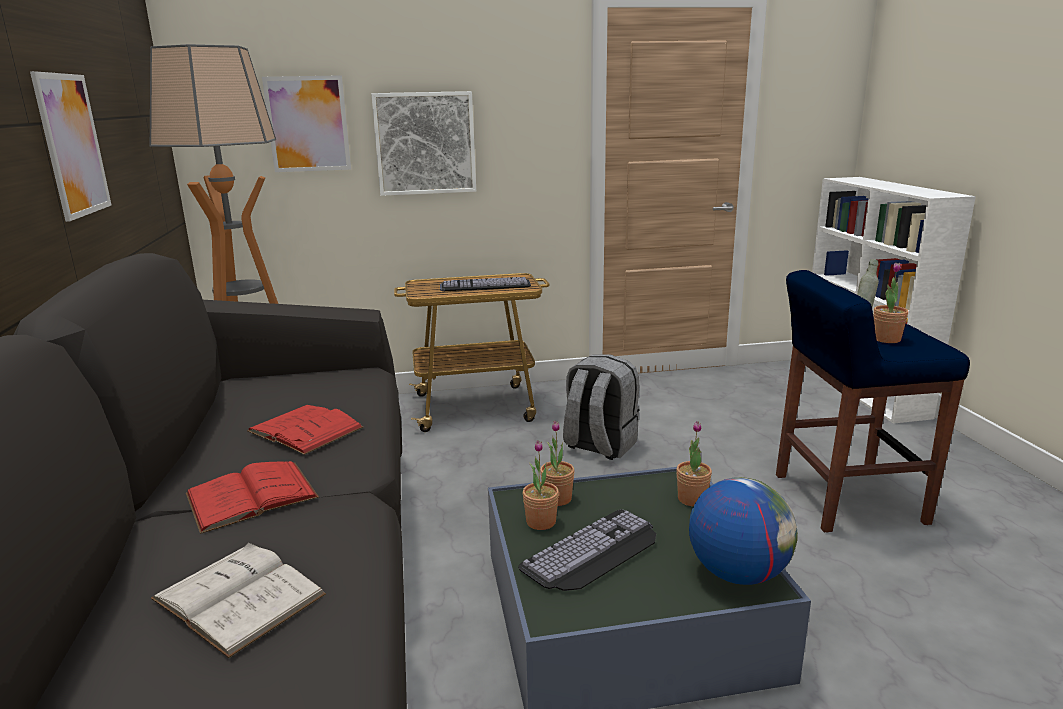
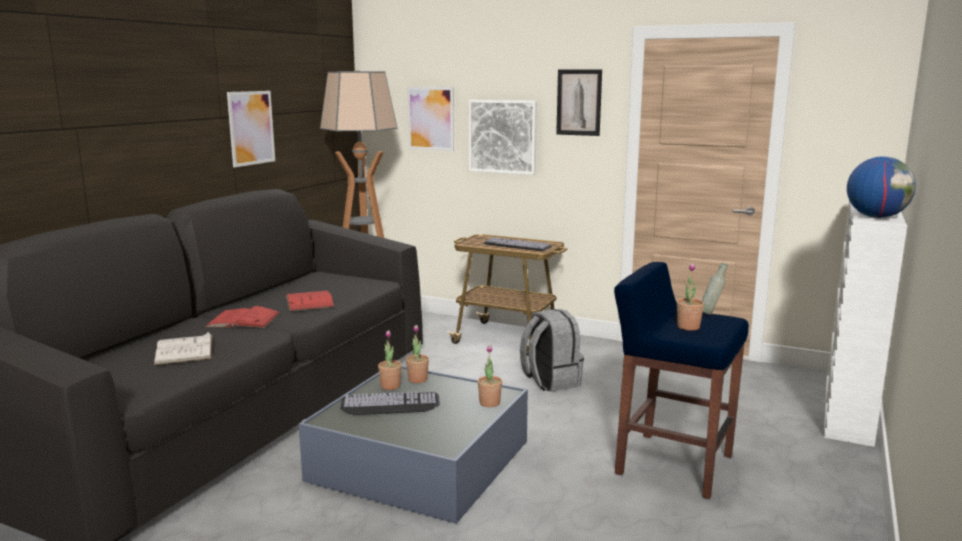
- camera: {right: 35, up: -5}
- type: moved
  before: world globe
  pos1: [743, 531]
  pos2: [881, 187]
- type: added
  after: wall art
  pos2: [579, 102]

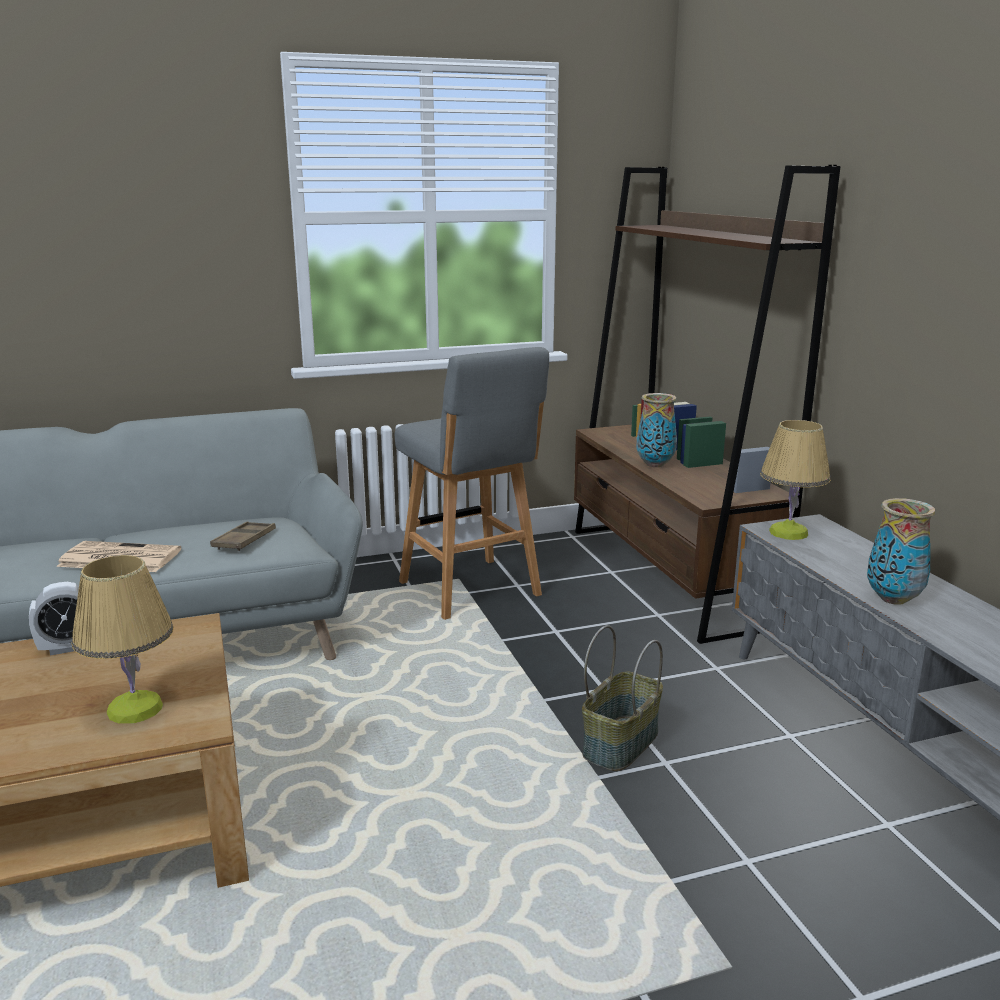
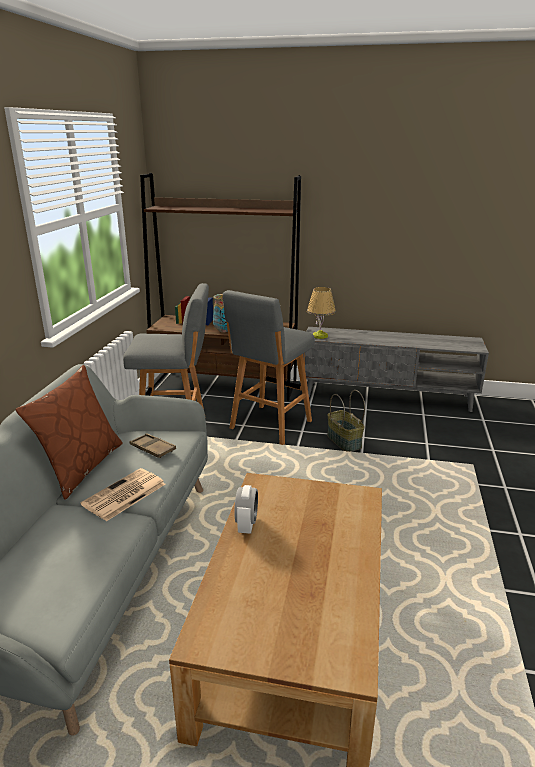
- camera: {right: -60, up: 5}
- type: removed
  before: table lamp
  pos1: [123, 639]
- type: removed
  before: decorative vase
  pos1: [901, 551]
- type: added
  after: brown-coloured pillow
  pos2: [69, 432]
- type: added
  after: grey stool
  pos2: [269, 367]

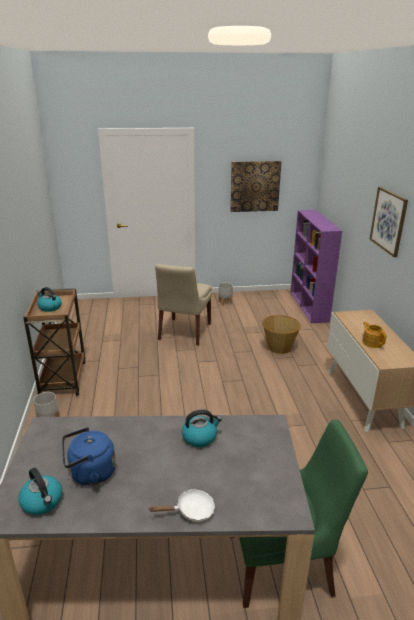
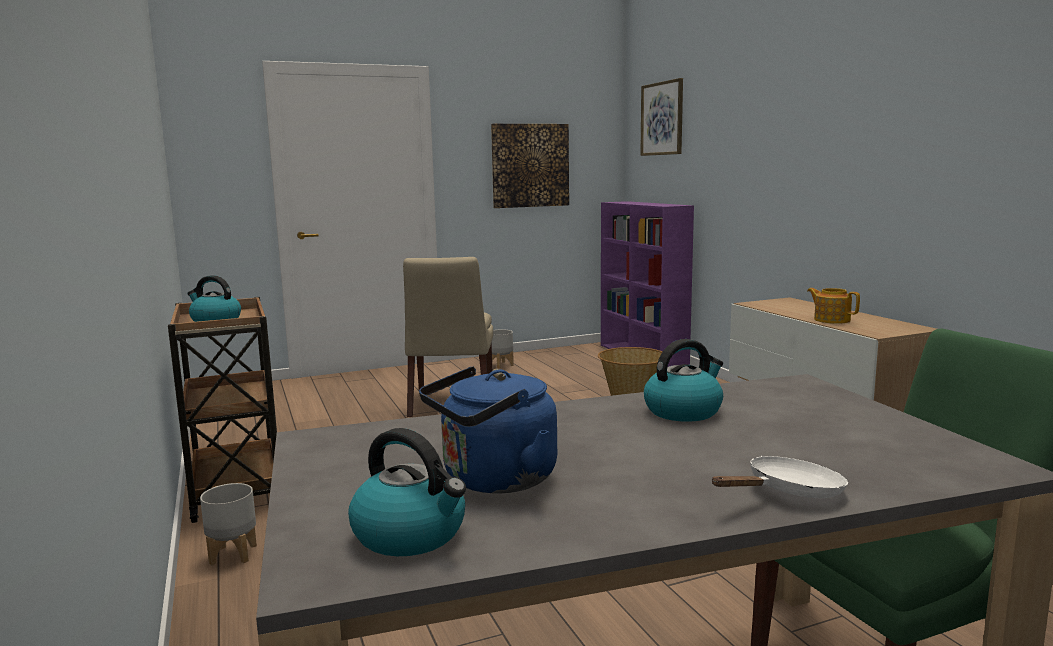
- camera: {right: -15, up: -15}
- type: moved
  before: wall art
  pos1: [389, 222]
  pos2: [661, 117]

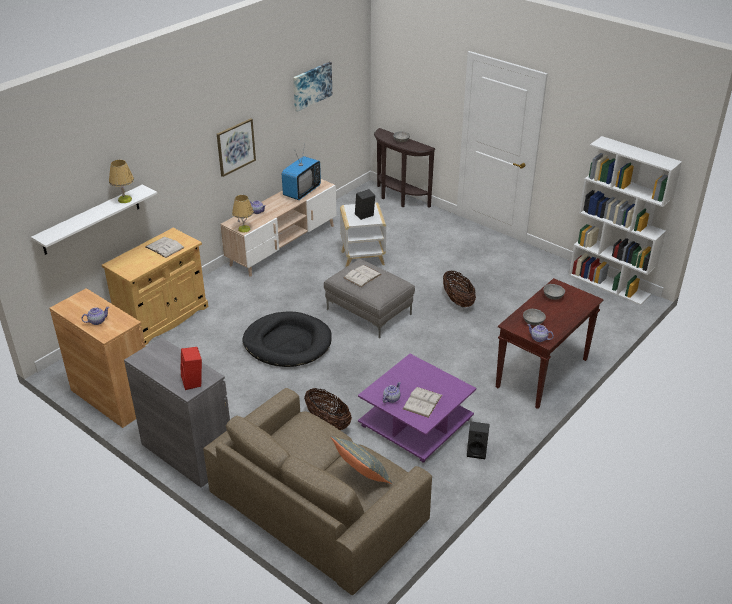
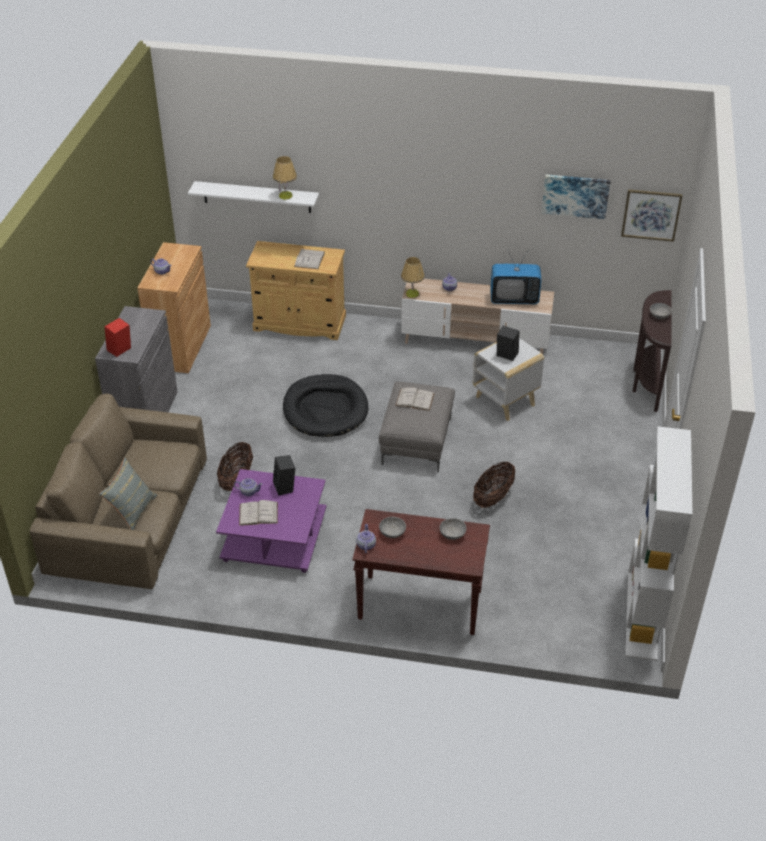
- camera: {right: 60, up: 5}
- type: moved
  before: wall art
  pos1: [236, 147]
  pos2: [652, 215]
- type: moved
  before: blackish loudspeaker
  pos1: [478, 440]
  pos2: [284, 475]

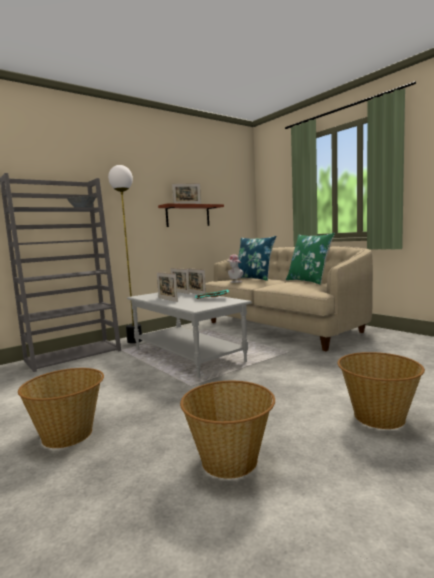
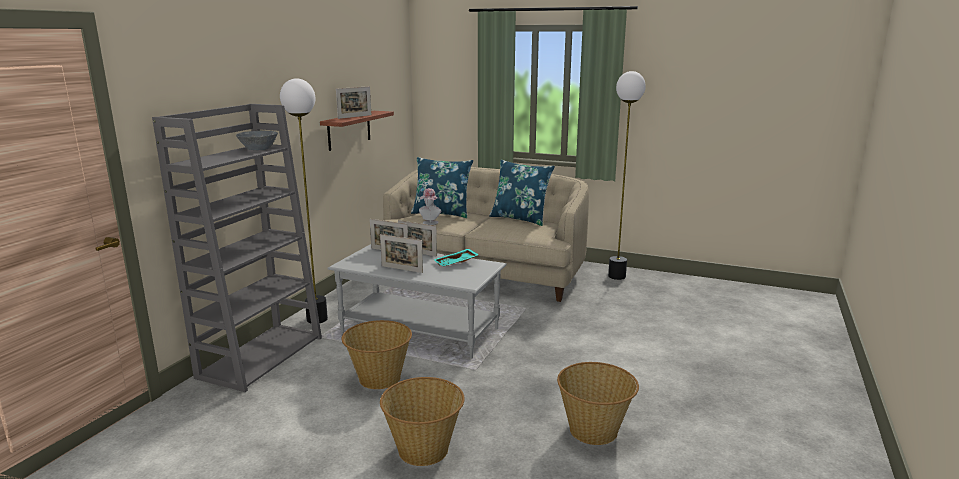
- camera: {right: -30, up: 10}
- type: recoloured
  before: green-coloured pillow
  after: blue pillow
  pos1: [310, 259]
  pos2: [522, 193]
- type: moved
  before: household basket
  pos1: [381, 390]
  pos2: [377, 354]
- type: added
  after: standing lamp
  pos2: [627, 175]

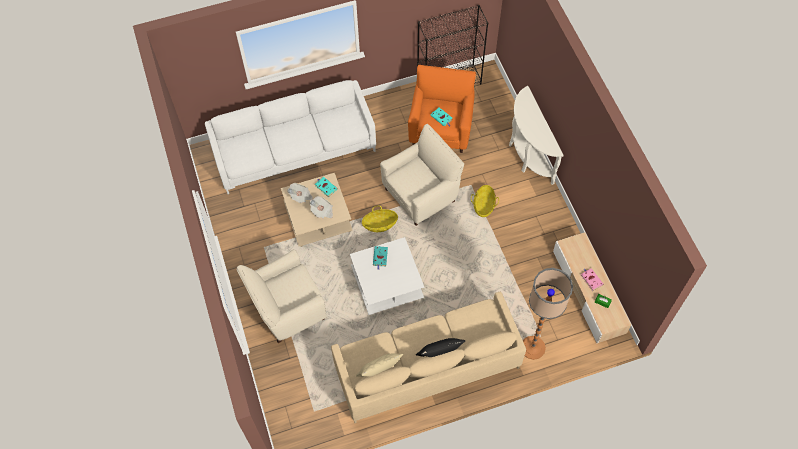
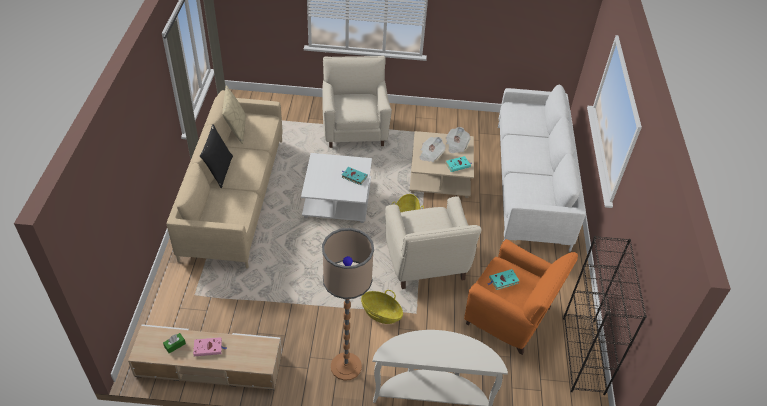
- camera: {right: 110, up: -15}
- type: moved
  before: standing lamp
  pos1: [548, 314]
  pos2: [348, 304]

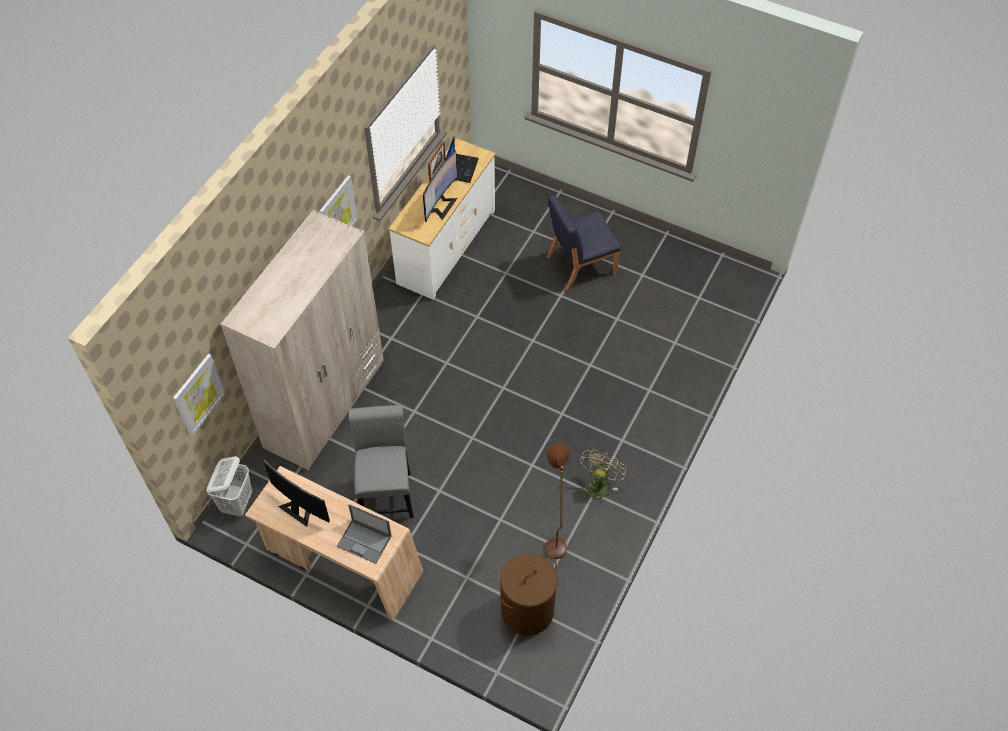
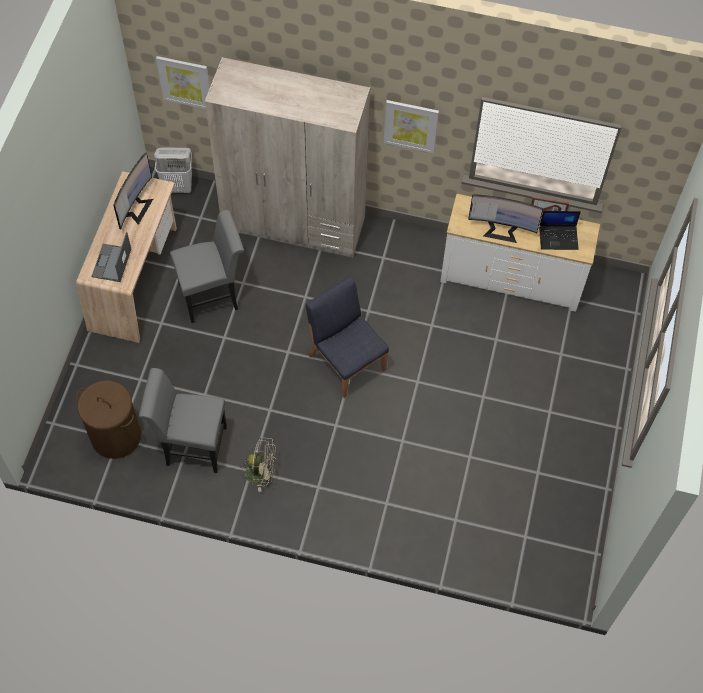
- camera: {right: 75, up: 5}
- type: replaced
  before: brown-coloured standing lamp
  after: grey upright chair
  pos1: [557, 501]
  pos2: [183, 420]
- type: moved
  before: blue upright chair
  pos1: [584, 243]
  pos2: [347, 337]

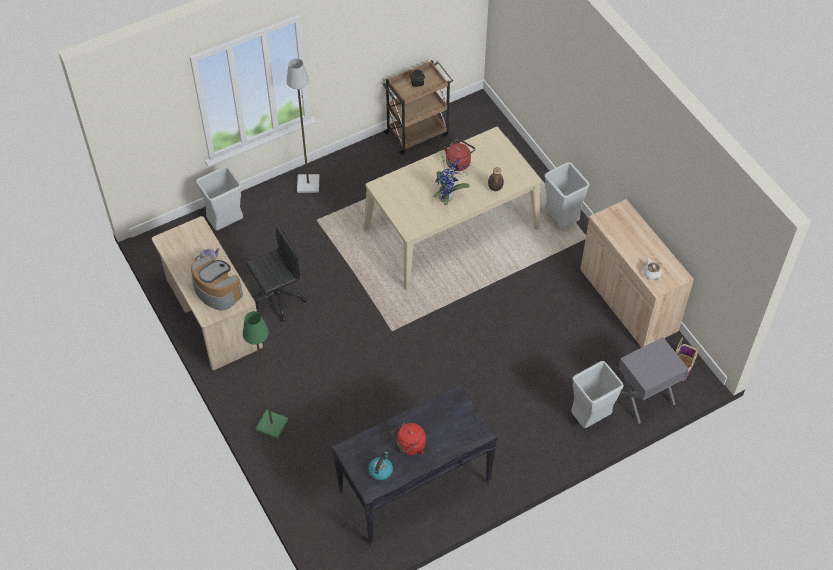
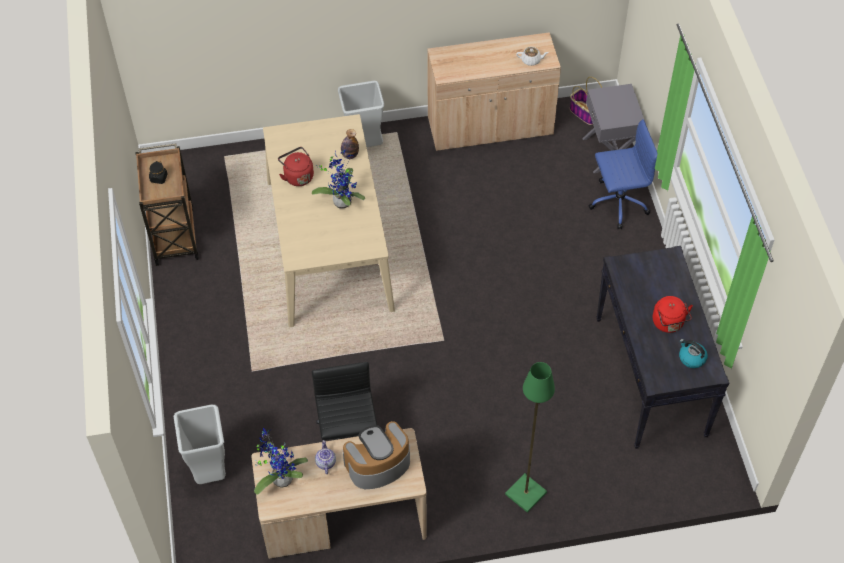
- camera: {right: -70, up: 0}
- type: removed
  before: grey standing lamp
  pos1: [303, 125]
- type: replaced
  before: grey waste bin
  after: blue office chair
  pos1: [597, 394]
  pos2: [623, 174]
- type: added
  after: houseplant
  pos2: [281, 461]

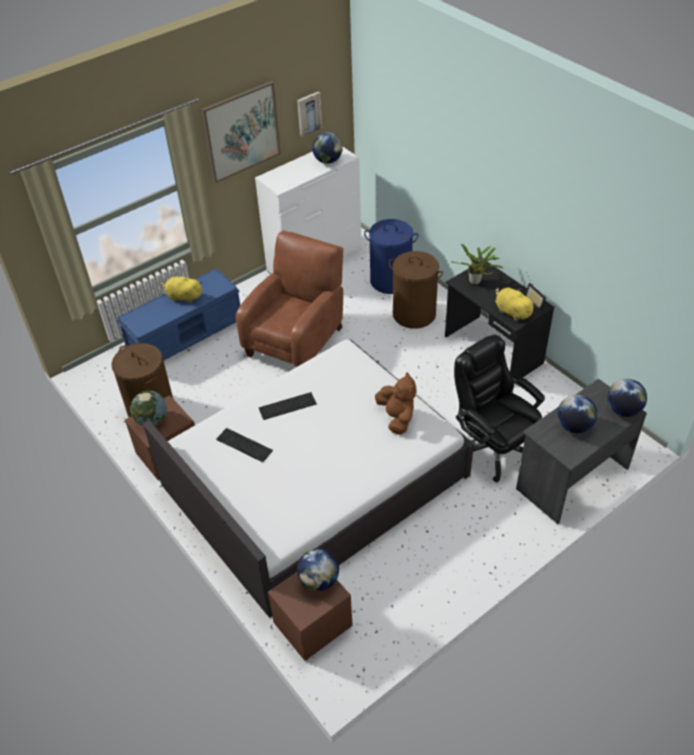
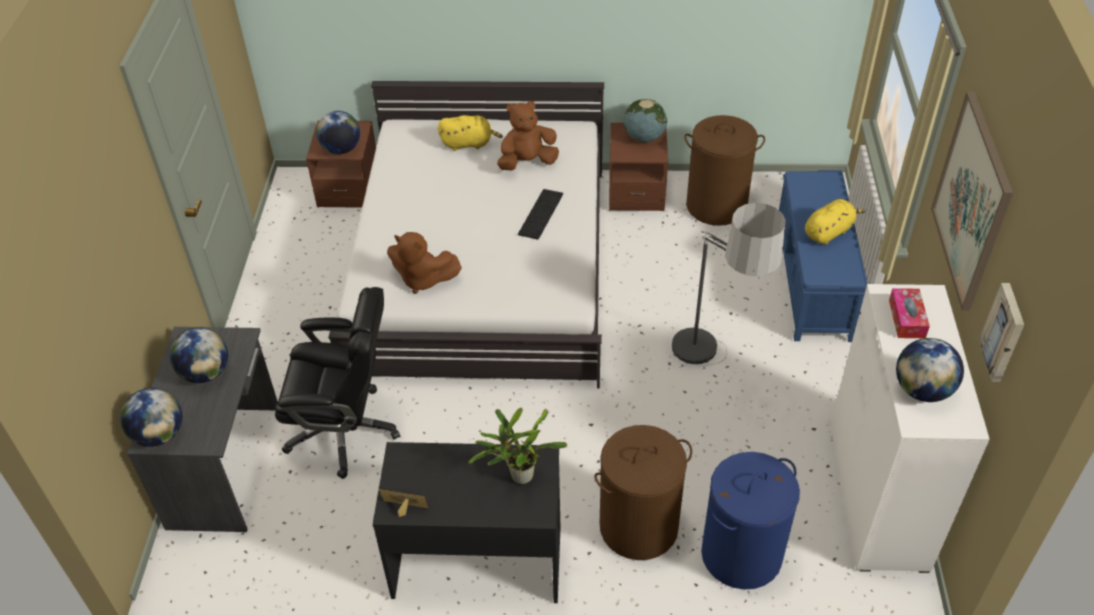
- camera: {right: 130, up: 0}
- type: replaced
  before: computer keyboard
  after: brown-coloured soft toy
  pos1: [244, 445]
  pos2: [528, 135]
- type: replaced
  before: brown-coloured armchair
  after: standing lamp
  pos1: [289, 299]
  pos2: [729, 284]
- type: moved
  before: yellow-coloured soft toy
  pos1: [515, 304]
  pos2: [470, 133]
- type: added
  after: box of tissues
  pos2: [909, 313]

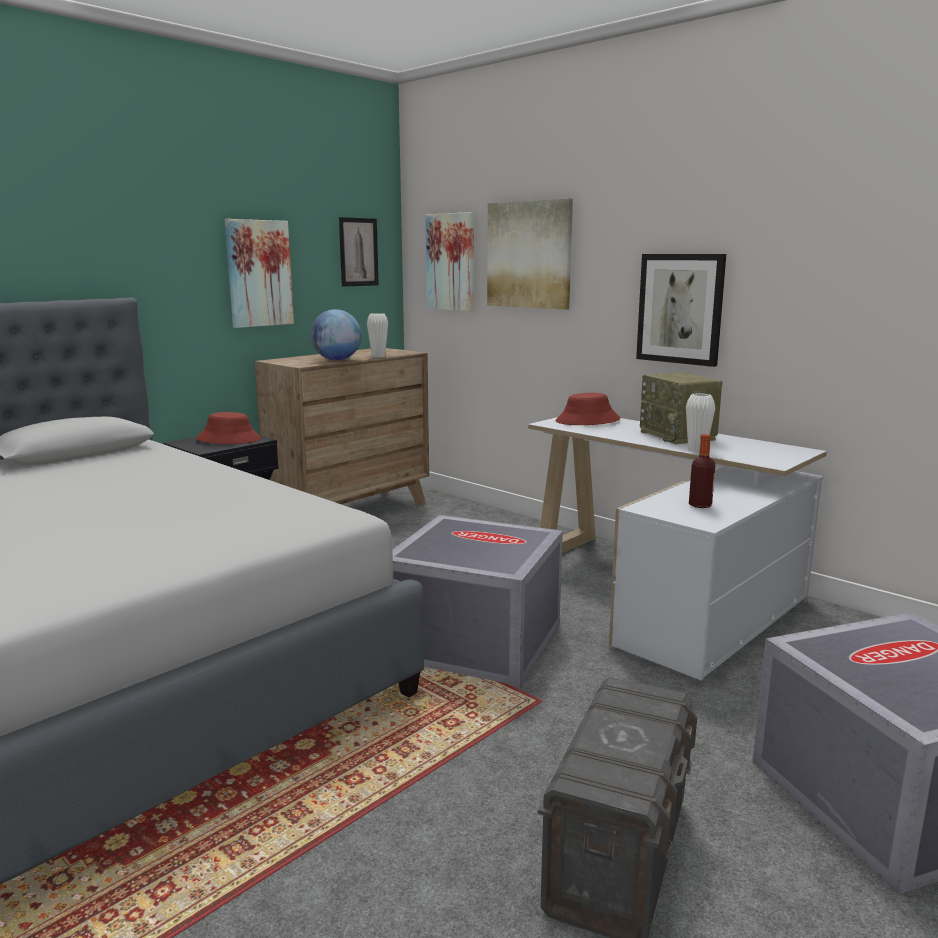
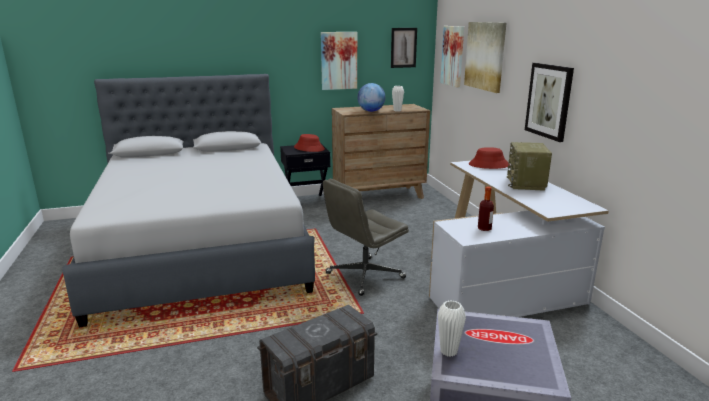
- camera: {right: 30, up: 5}
- type: replaced
  before: grey storage bin
  after: grey office chair
  pos1: [477, 601]
  pos2: [366, 237]
- type: moved
  before: white-coloured decorative vase
  pos1: [700, 423]
  pos2: [452, 329]

